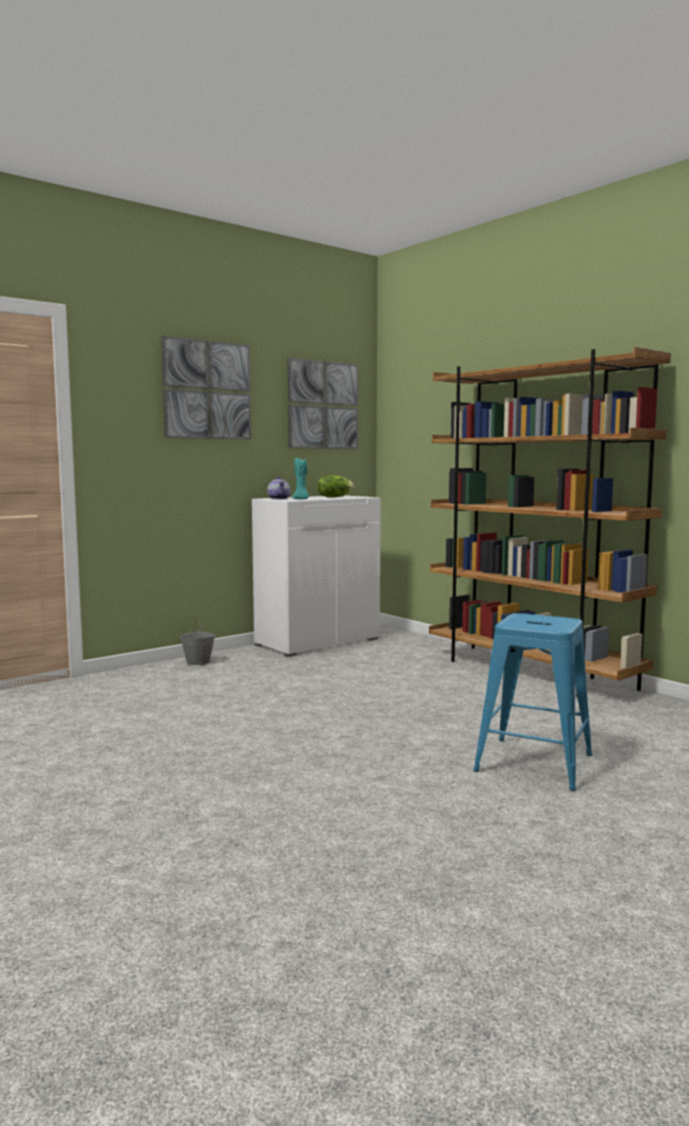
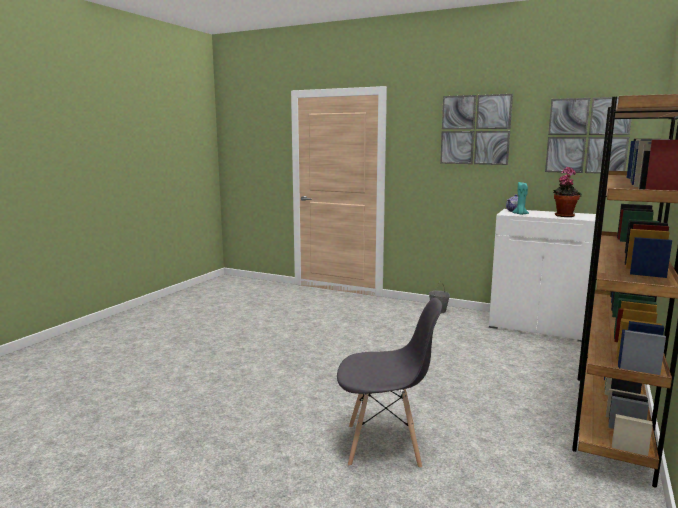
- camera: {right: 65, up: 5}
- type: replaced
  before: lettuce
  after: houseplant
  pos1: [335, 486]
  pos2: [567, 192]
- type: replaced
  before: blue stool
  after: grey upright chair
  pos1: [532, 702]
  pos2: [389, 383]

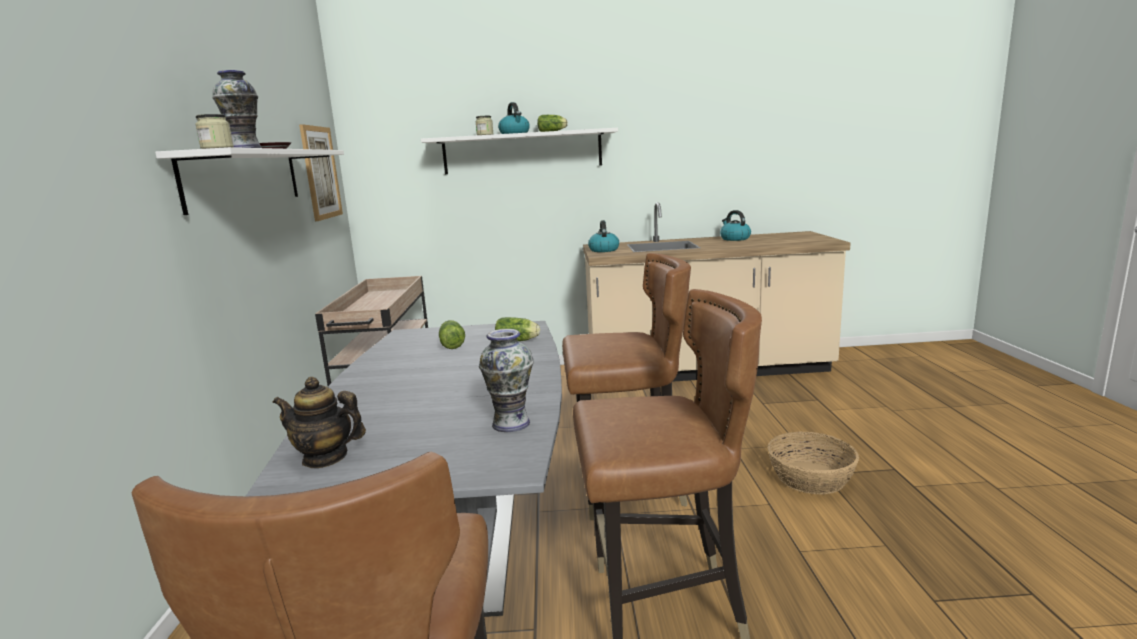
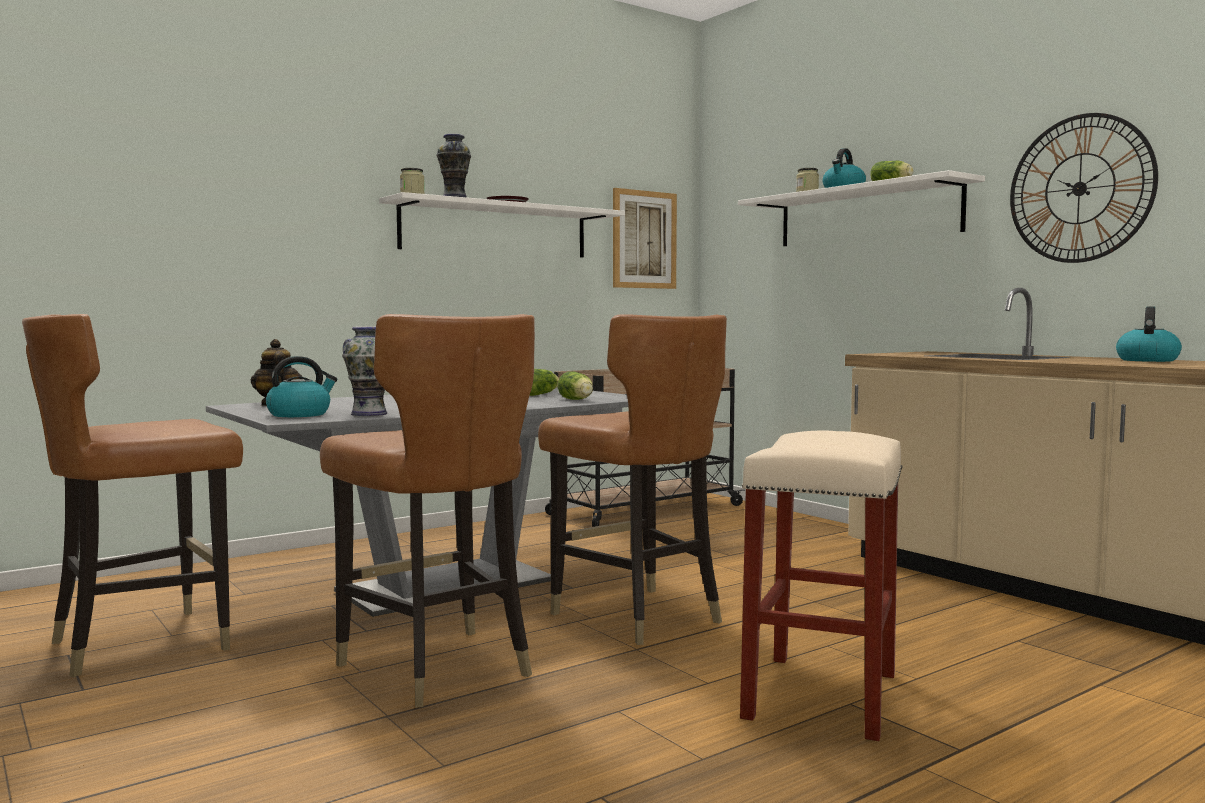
- camera: {right: 55, up: -10}
- type: moved
  before: kettle
  pos1: [603, 236]
  pos2: [301, 386]
- type: replaced
  before: household basket
  after: sand-coloured stool
  pos1: [813, 463]
  pos2: [821, 586]
- type: added
  after: clock on the wall
  pos2: [1084, 188]

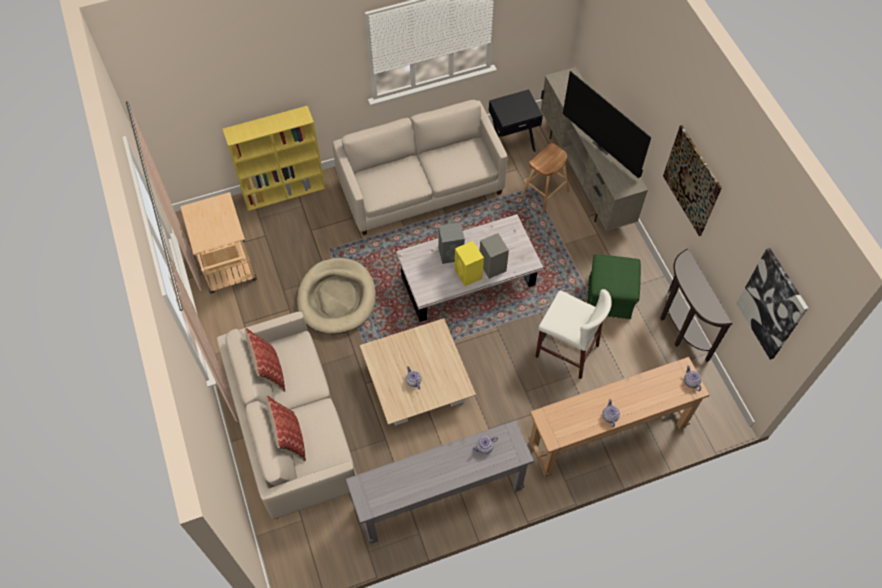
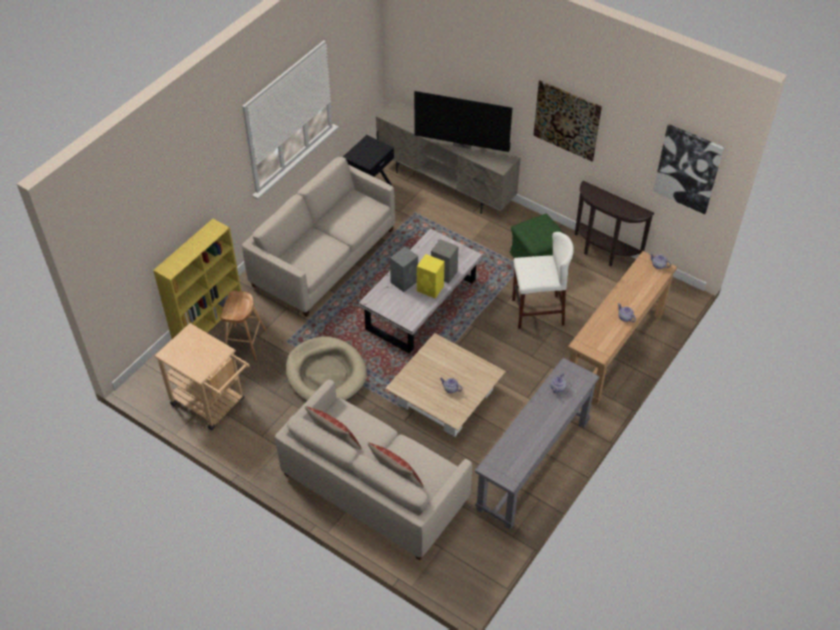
- camera: {right: -35, up: -10}
- type: moved
  before: brown-coloured stool
  pos1: [544, 178]
  pos2: [243, 325]

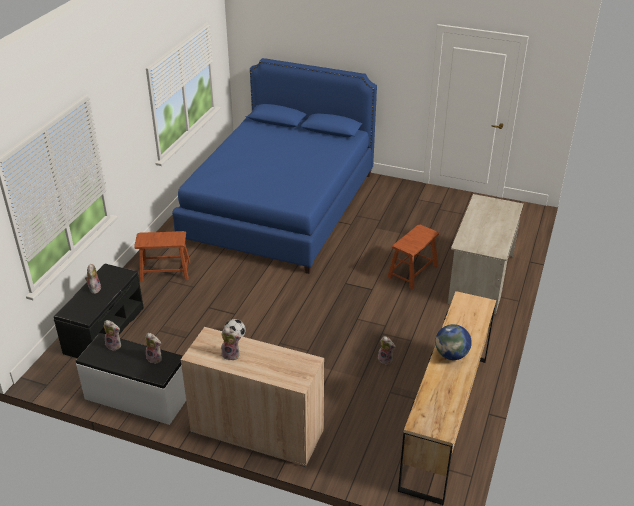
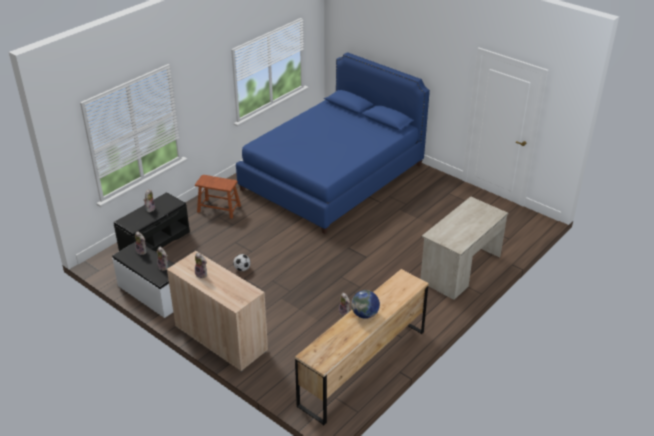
- camera: {right: 20, up: 0}
- type: removed
  before: brown-coloured stool
  pos1: [413, 257]

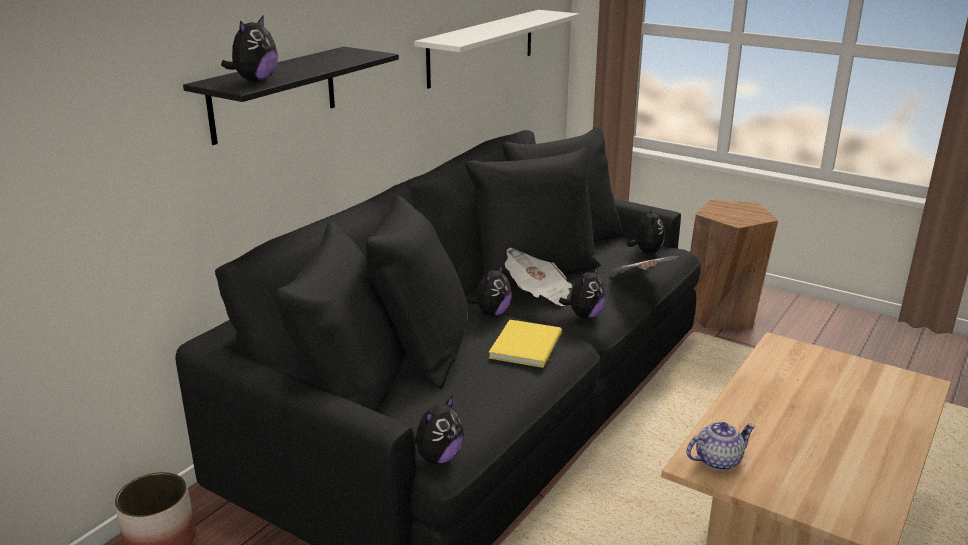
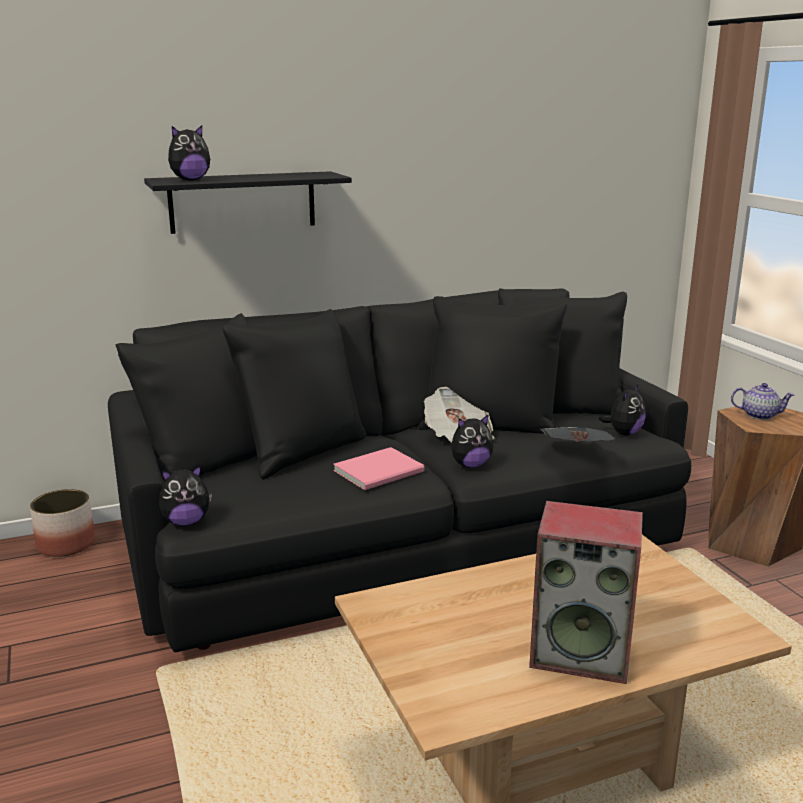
- camera: {right: 35, up: -5}
- type: removed
  before: white-coloured shelf
  pos1: [496, 49]
- type: removed
  before: soft toy
  pos1: [489, 290]
- type: recoloured
  before: yellow-coloured book
  after: pink-coloured book
  pos1: [525, 344]
  pos2: [378, 468]
- type: moved
  before: pot for tea
  pos1: [721, 446]
  pos2: [763, 401]
- type: added
  after: loudspeaker
  pos2: [586, 592]

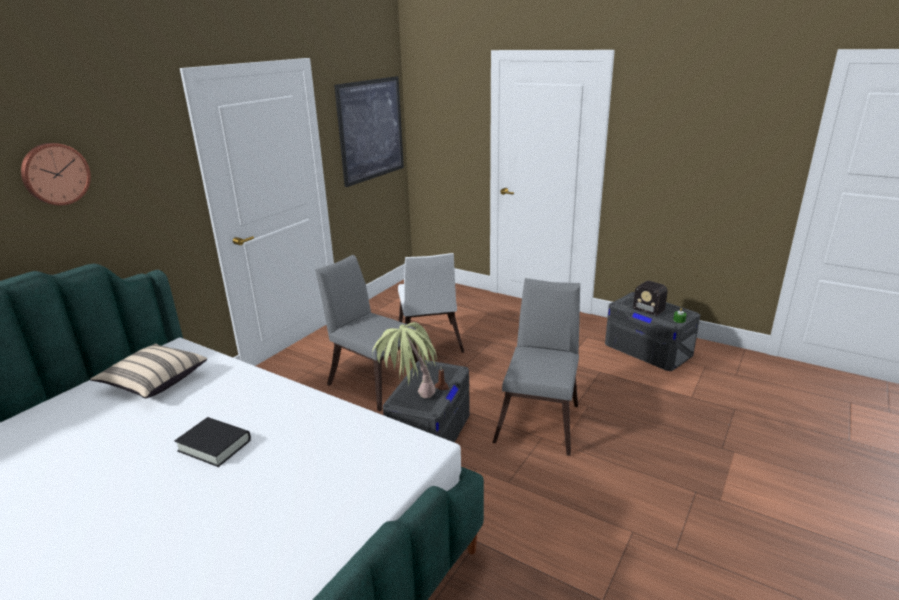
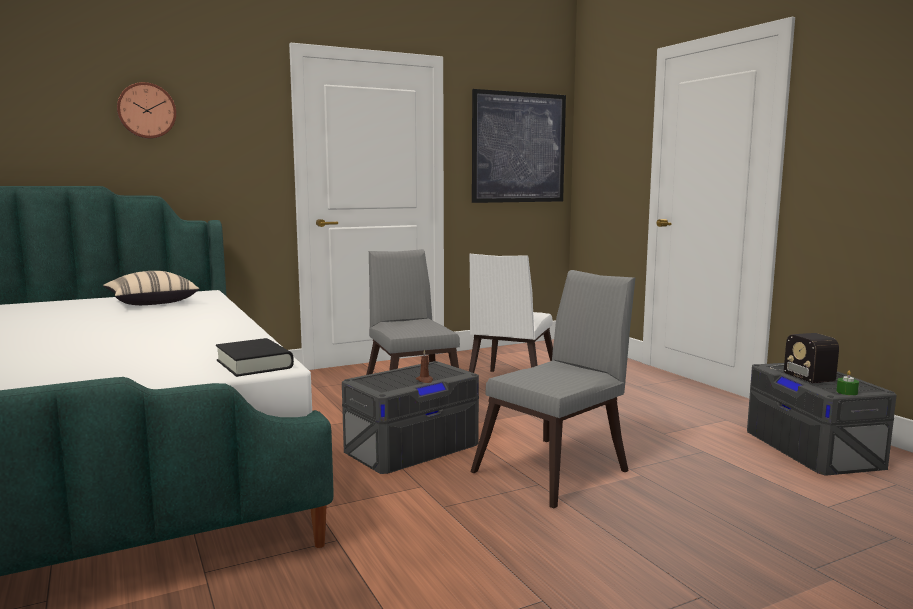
- camera: {right: 30, up: -15}
- type: moved
  before: blackish book
  pos1: [213, 442]
  pos2: [255, 357]
- type: removed
  before: houseplant
  pos1: [404, 360]

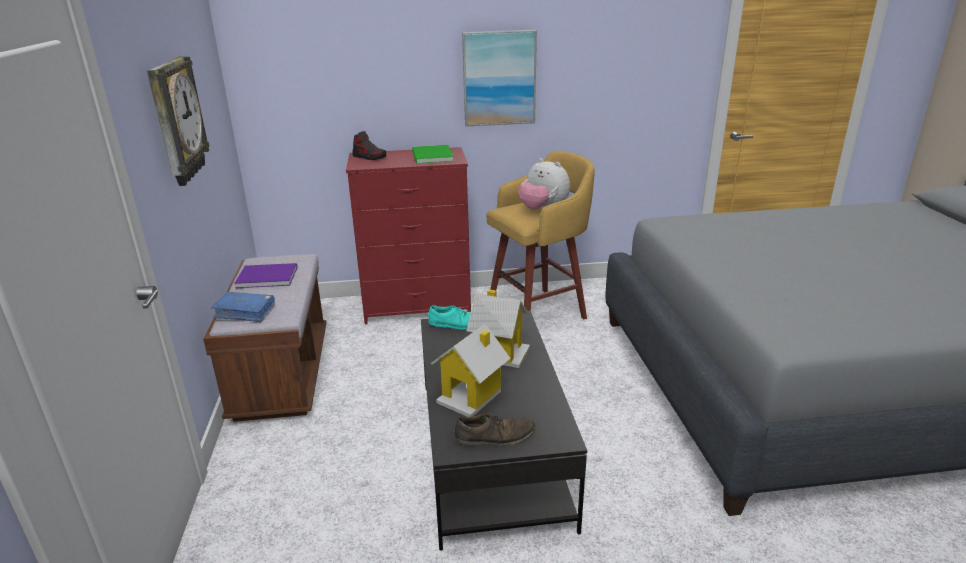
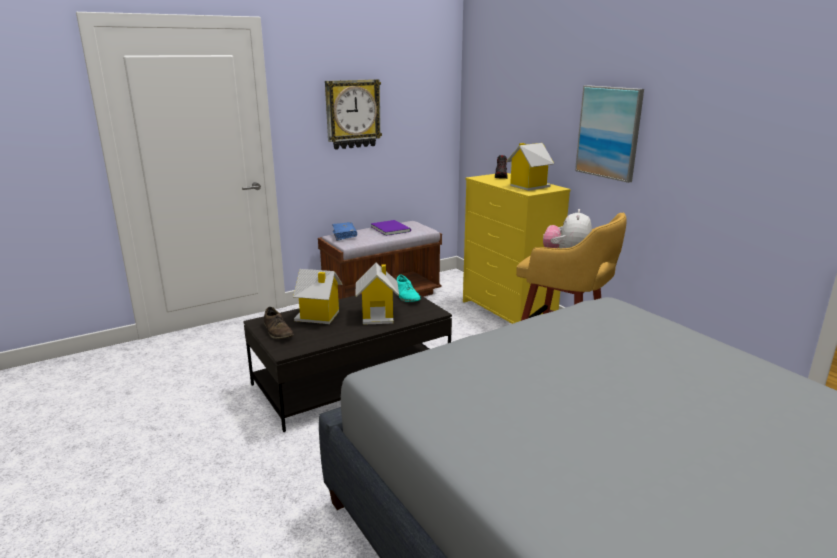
- camera: {right: 65, up: -5}
- type: recoloured
  before: reddish drawer chest
  after: yellow-coloured drawer chest
  pos1: [408, 235]
  pos2: [517, 248]
- type: replaced
  before: green-coloured book
  after: toy house
  pos1: [433, 154]
  pos2: [530, 167]

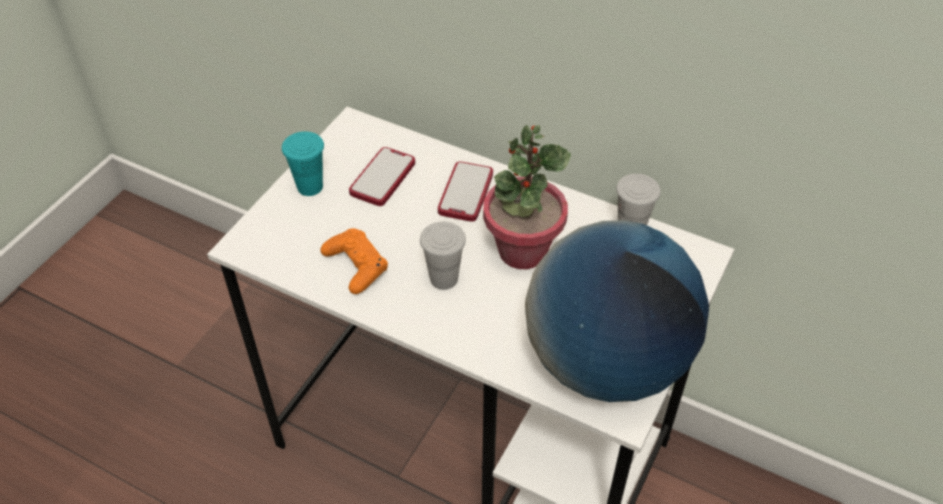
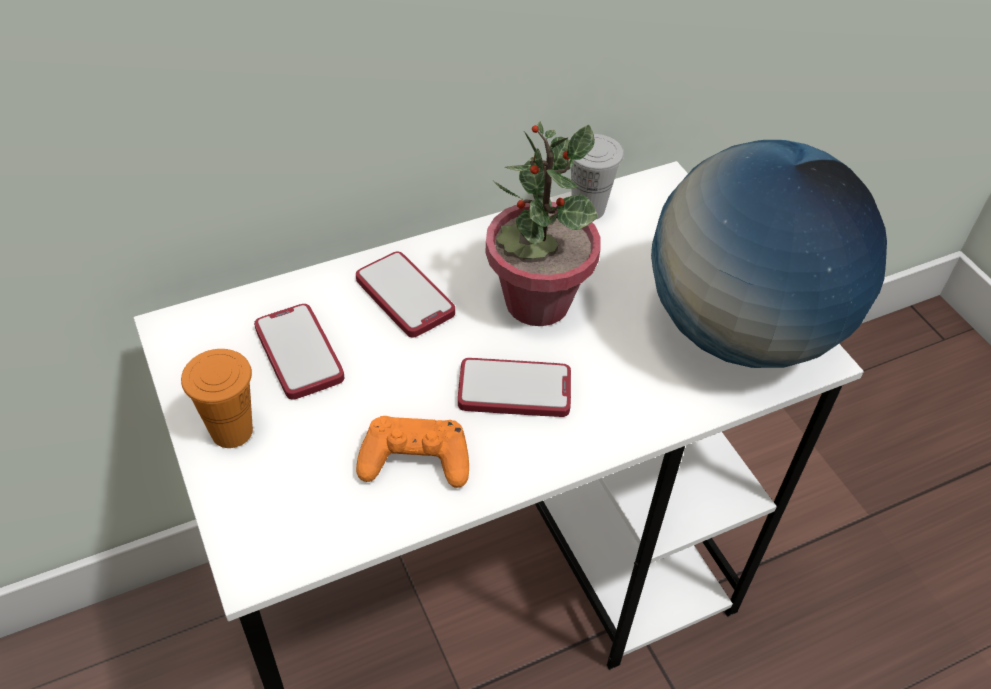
- camera: {right: -55, up: 0}
- type: recoloured
  before: turquoise cup
  after: orange cup
  pos1: [303, 163]
  pos2: [217, 398]
- type: replaced
  before: white-coloured cup
  after: telephone
  pos1: [443, 256]
  pos2: [514, 387]

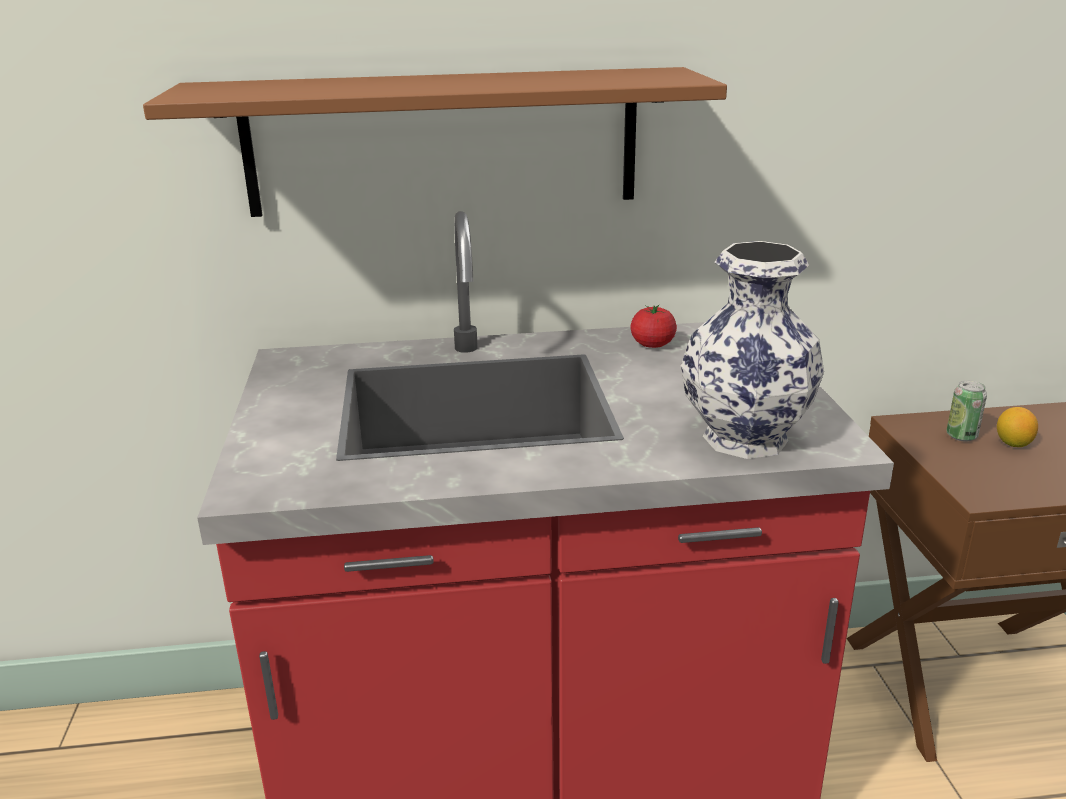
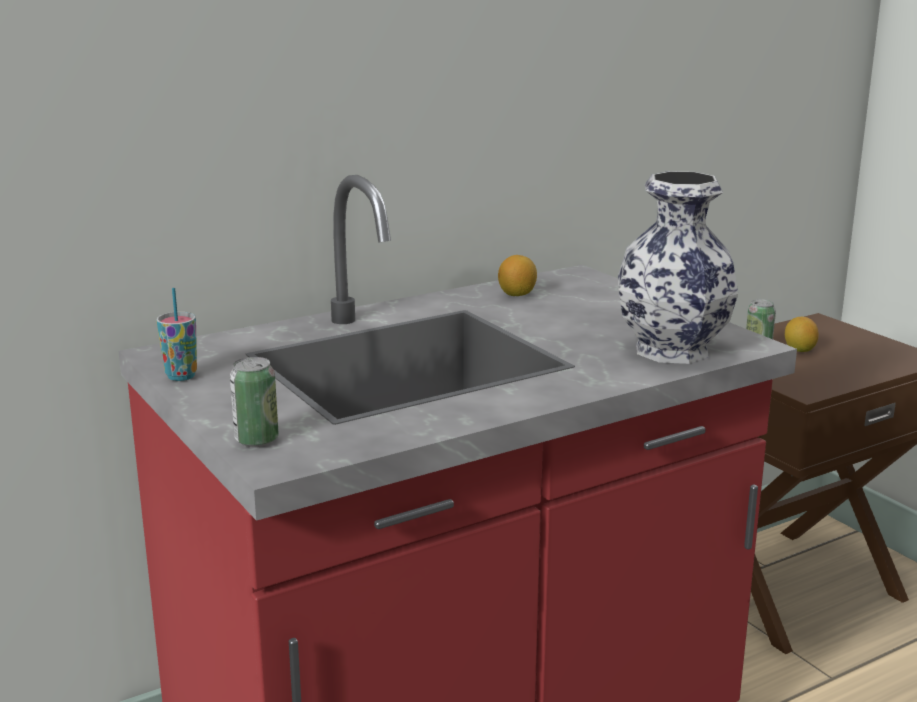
- camera: {right: -25, up: -5}
- type: removed
  before: brown-coloured shelf
  pos1: [435, 142]
- type: replaced
  before: tomato
  after: citrus fruit
  pos1: [653, 326]
  pos2: [517, 275]
- type: added
  after: cup
  pos2: [177, 334]
- type: added
  after: can
  pos2: [254, 402]

